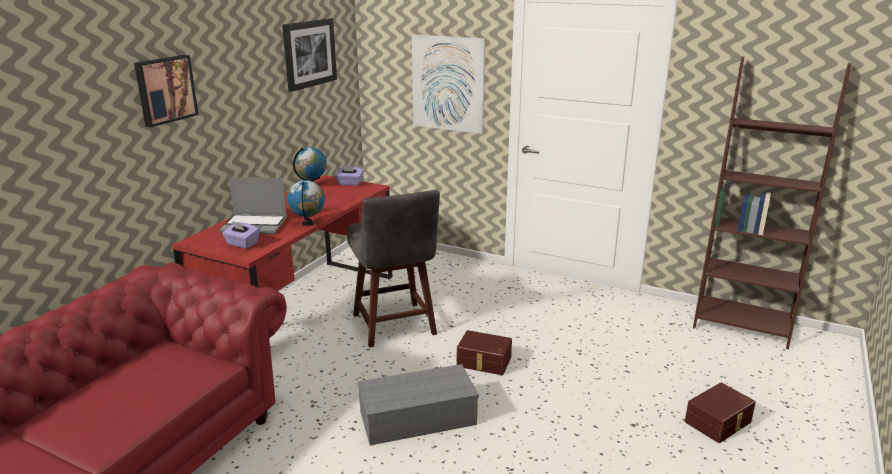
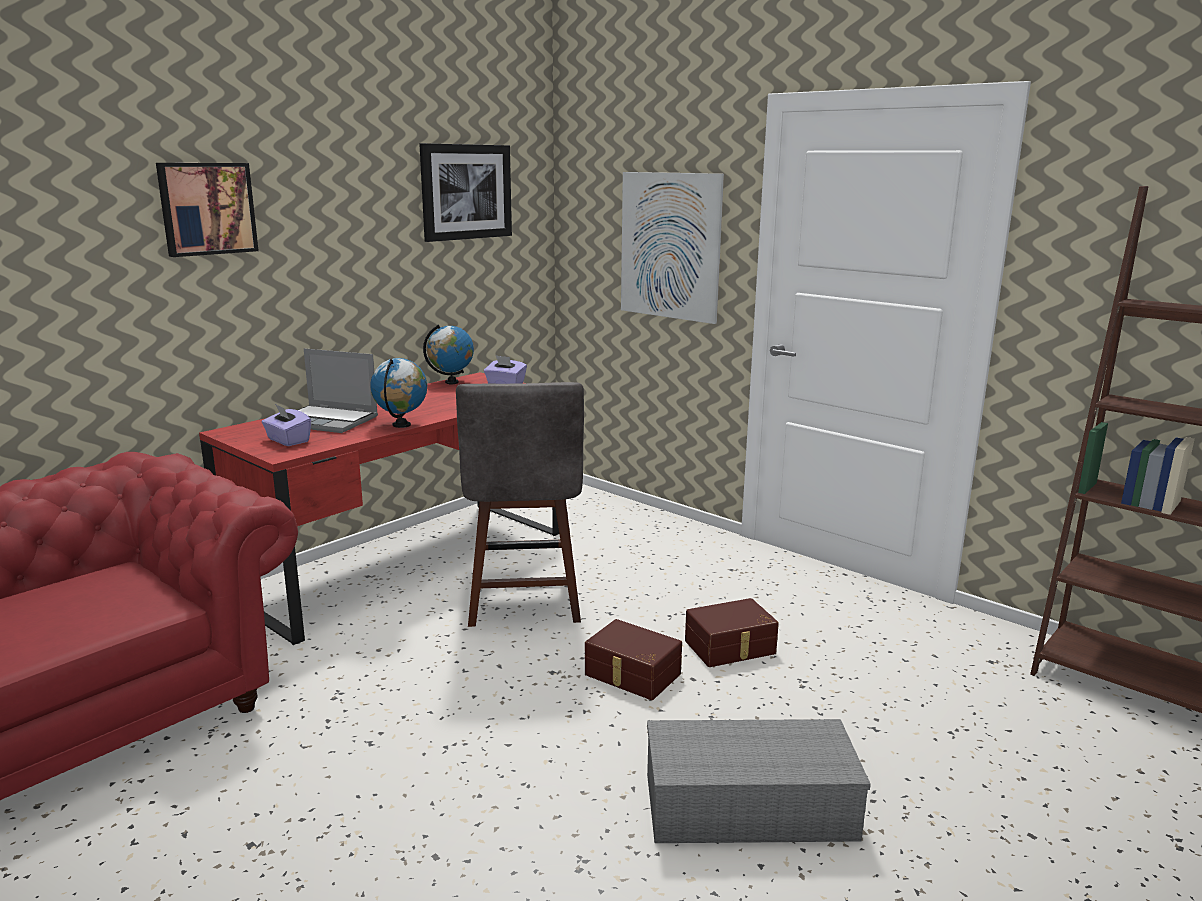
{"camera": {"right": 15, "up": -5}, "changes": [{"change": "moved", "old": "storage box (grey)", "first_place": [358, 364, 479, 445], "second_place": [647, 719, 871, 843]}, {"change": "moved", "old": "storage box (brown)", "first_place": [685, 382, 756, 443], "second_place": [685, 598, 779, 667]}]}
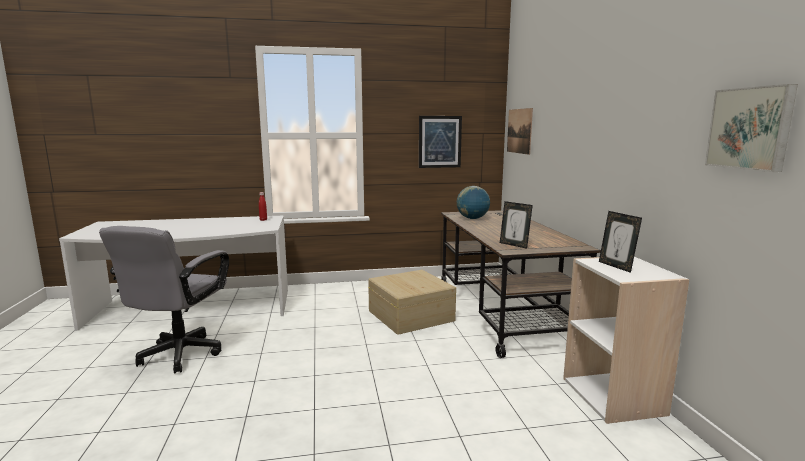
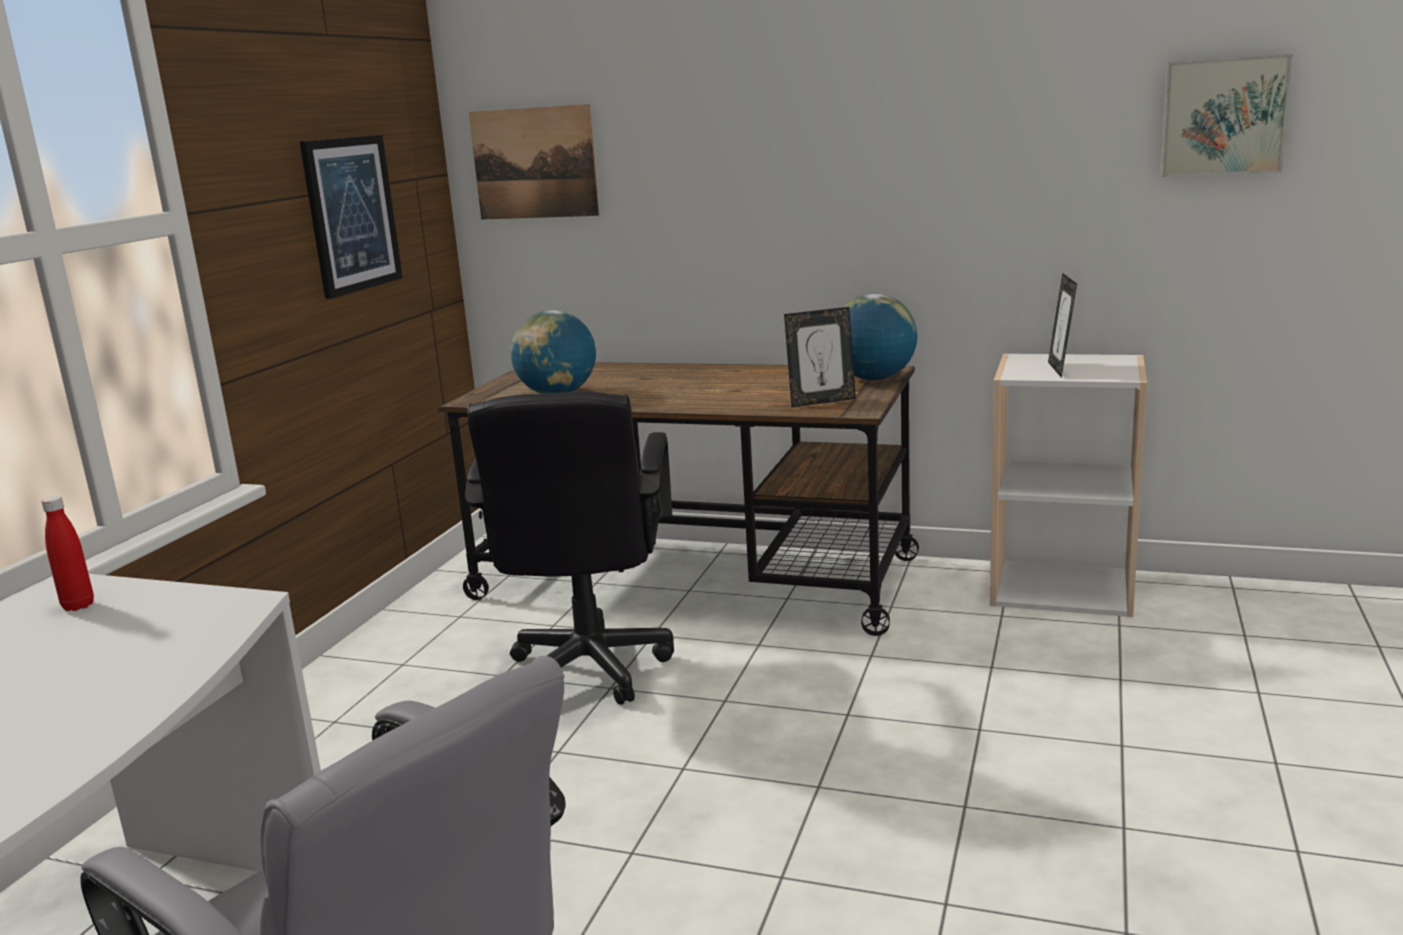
{"camera": {"right": -60, "up": 5}, "changes": [{"change": "turned", "old": "picture frame", "first_place": [599, 211, 642, 273], "second_place": [1048, 273, 1077, 378], "degrees": 90}, {"change": "replaced", "old": "storage box (beige)", "new": "office chair (black)", "first_place": [368, 270, 456, 335], "second_place": [465, 392, 674, 705]}, {"change": "added", "new": "globe", "second_place": [842, 293, 918, 380]}]}
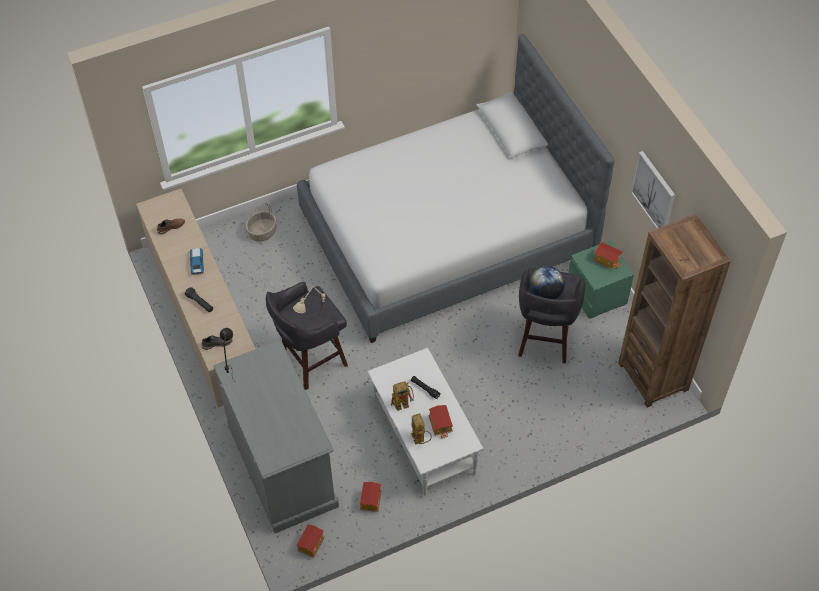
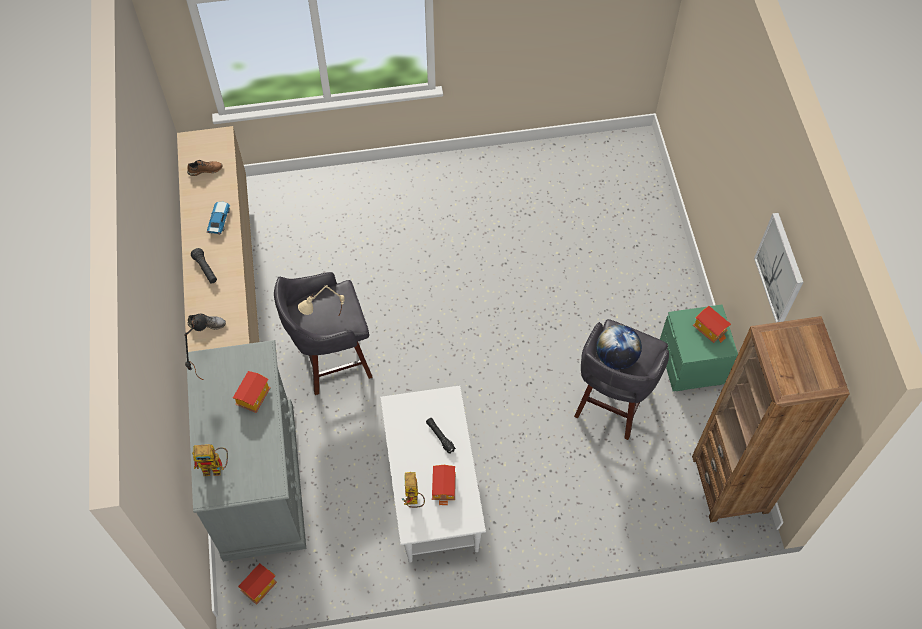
{"camera": {"right": 15, "up": 5}, "changes": [{"change": "removed", "old": "bed", "first_place": [297, 34, 615, 343]}, {"change": "removed", "old": "basket", "first_place": [246, 203, 276, 242]}, {"change": "moved", "old": "toy robot", "first_place": [391, 381, 414, 411], "second_place": [192, 444, 228, 476]}, {"change": "moved", "old": "toy house", "first_place": [360, 482, 382, 512], "second_place": [233, 371, 271, 413]}]}
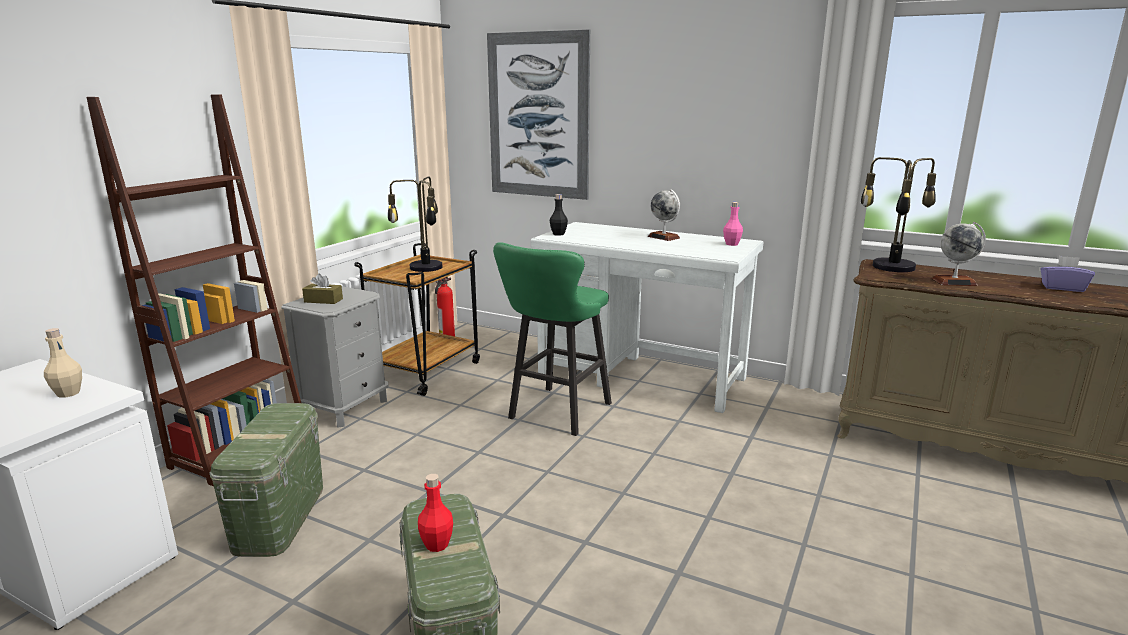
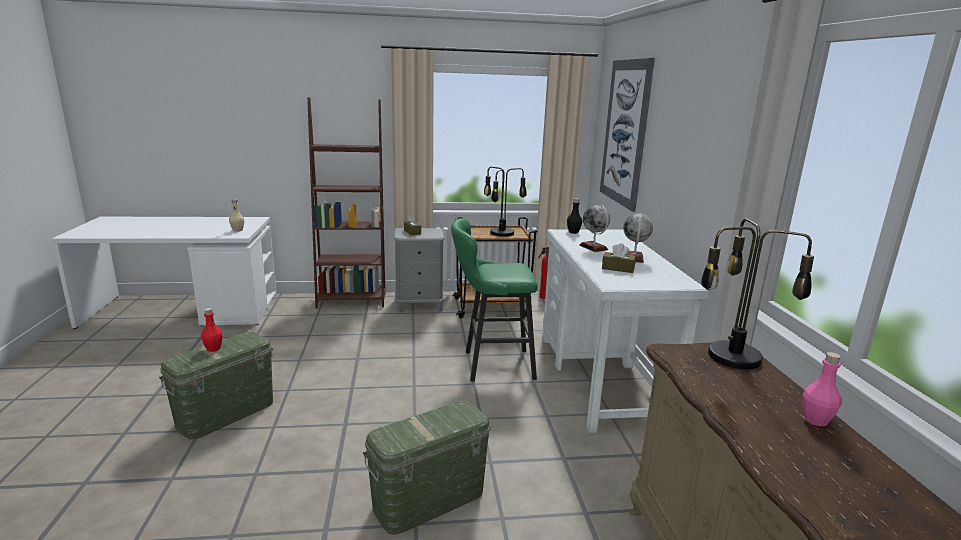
{"camera": {"right": 55, "up": 0}, "changes": [{"change": "moved", "old": "bottle (pink)", "first_place": [723, 202, 743, 246], "second_place": [802, 352, 842, 426]}, {"change": "moved", "old": "globe", "first_place": [932, 222, 986, 286], "second_place": [579, 205, 610, 252]}, {"change": "removed", "old": "tissue box (purple)", "first_place": [1041, 256, 1095, 292]}, {"change": "moved", "old": "storage box (green)", "first_place": [210, 403, 323, 557], "second_place": [363, 401, 491, 535]}, {"change": "added", "new": "tissue box (brown)", "second_place": [602, 243, 636, 273]}]}
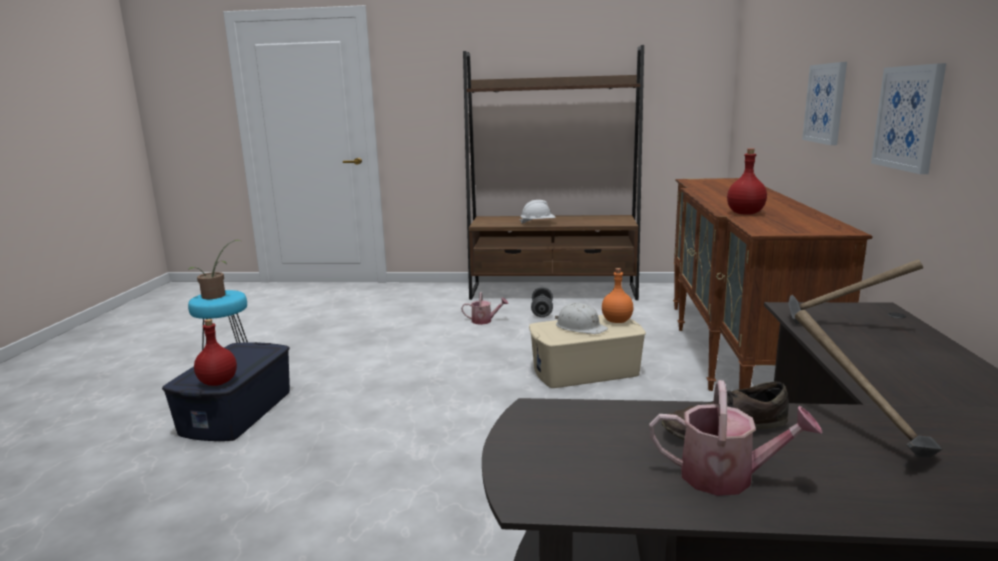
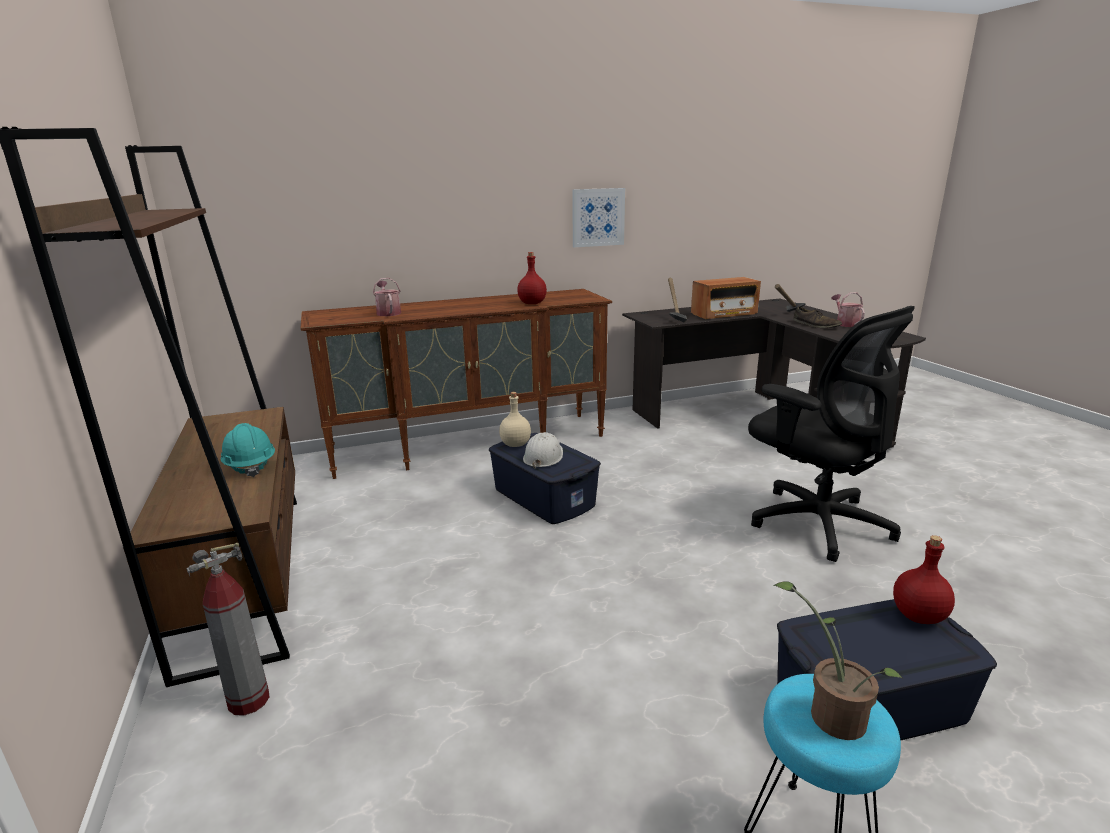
{"camera": {"right": -115, "up": 5}, "changes": [{"change": "removed", "old": "picture", "first_place": [802, 62, 847, 145]}, {"change": "recoloured", "old": "hard hat (white)", "new": "hard hat (turquoise)", "first_place": [520, 200, 556, 224], "second_place": [220, 423, 275, 477]}, {"change": "recoloured", "old": "bottle (orange)", "new": "bottle (beige)", "first_place": [602, 268, 633, 323], "second_place": [499, 392, 531, 447]}, {"change": "removed", "old": "dumbbell (grey)", "first_place": [531, 287, 553, 317]}, {"change": "moved", "old": "watering can", "first_place": [461, 292, 509, 325], "second_place": [373, 278, 401, 316]}, {"change": "recoloured", "old": "storage box (beige)", "new": "storage box (blue)", "first_place": [529, 315, 646, 388], "second_place": [489, 433, 601, 524]}, {"change": "added", "new": "radio", "second_place": [691, 277, 761, 319]}, {"change": "added", "new": "office chair (black)", "second_place": [748, 306, 915, 562]}, {"change": "added", "new": "fire extinguisher", "second_place": [187, 543, 269, 716]}]}
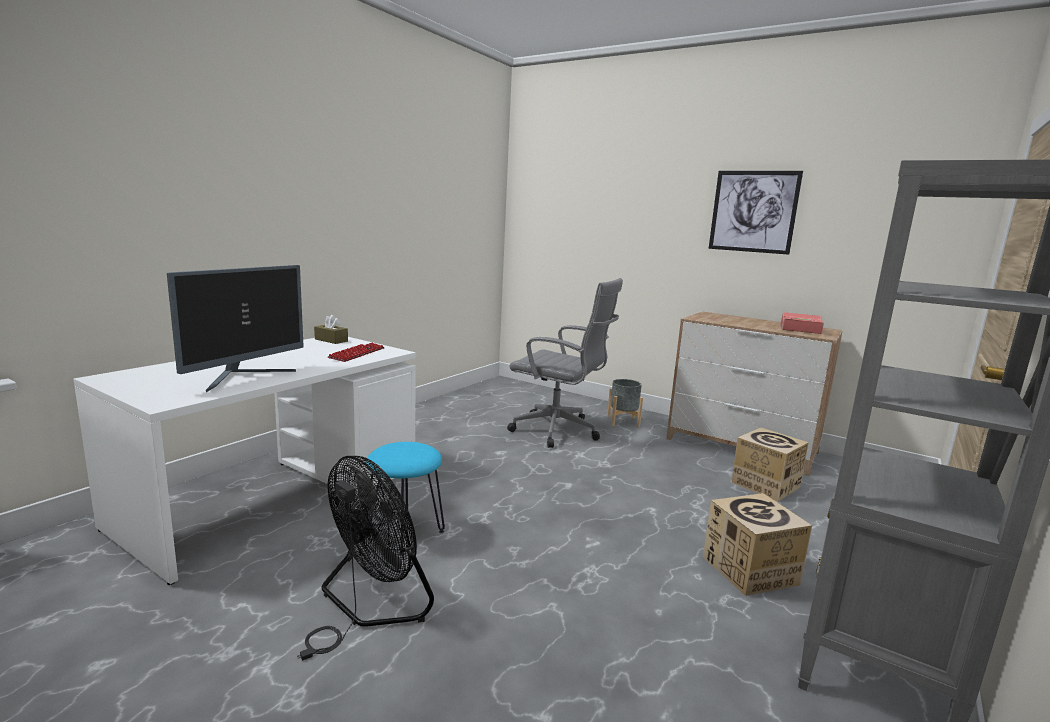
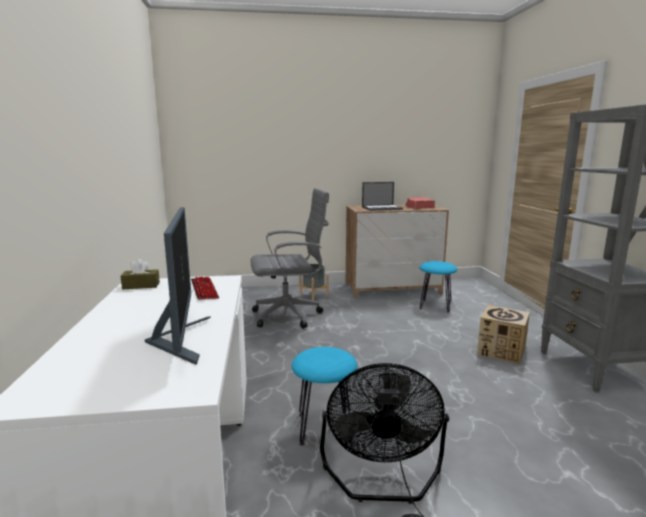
{"camera": {"right": -40, "up": 0}, "changes": [{"change": "removed", "old": "picture", "first_place": [709, 171, 803, 255]}, {"change": "replaced", "old": "cardboard box", "new": "stool (turquoise)", "first_place": [732, 428, 809, 502], "second_place": [420, 261, 457, 313]}, {"change": "added", "new": "laptop", "second_place": [362, 182, 403, 211]}]}
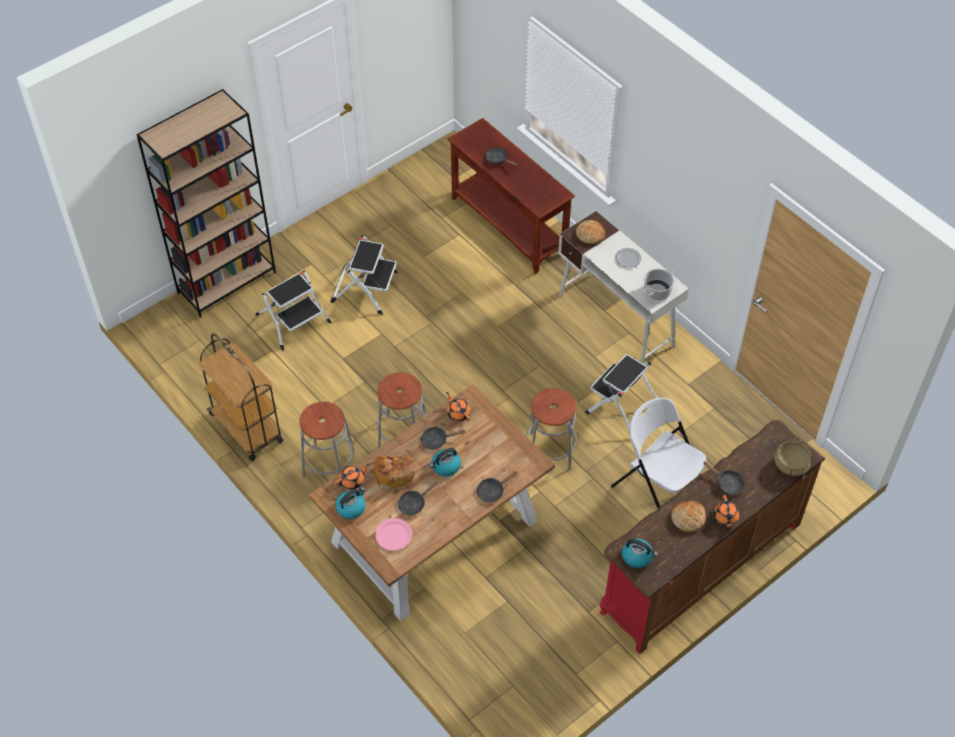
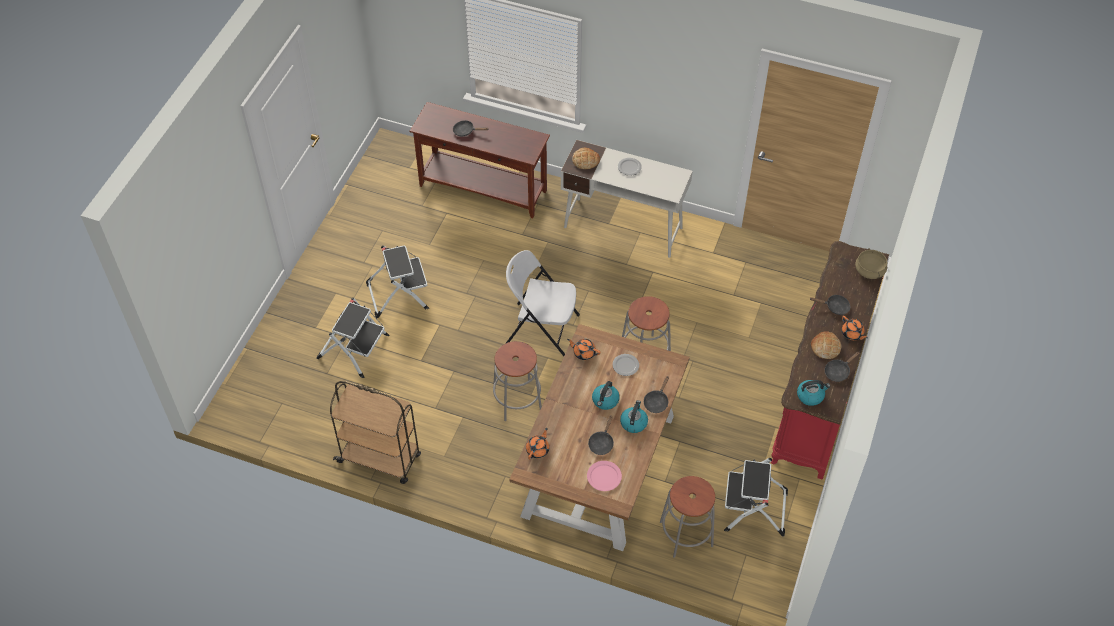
{"camera": {"right": -30, "up": 0}, "changes": [{"change": "removed", "old": "bookcase (beige)", "first_place": [136, 89, 276, 318]}, {"change": "removed", "old": "cooking pot", "first_place": [644, 268, 674, 300]}, {"change": "moved", "old": "step ladder", "first_place": [584, 354, 658, 434], "second_place": [724, 458, 788, 536]}, {"change": "moved", "old": "chair (white)", "first_place": [611, 398, 706, 508], "second_place": [505, 250, 580, 356]}, {"change": "moved", "old": "stool (grey)", "first_place": [299, 402, 355, 478], "second_place": [660, 476, 715, 558]}, {"change": "moved", "old": "frying pan (black)", "first_place": [421, 427, 466, 449], "second_place": [825, 352, 859, 382]}, {"change": "removed", "old": "bread", "first_place": [374, 455, 415, 489]}, {"change": "moved", "old": "kettle", "first_place": [335, 487, 365, 519], "second_place": [620, 400, 648, 433]}, {"change": "added", "new": "plate", "second_place": [613, 354, 639, 376]}]}
